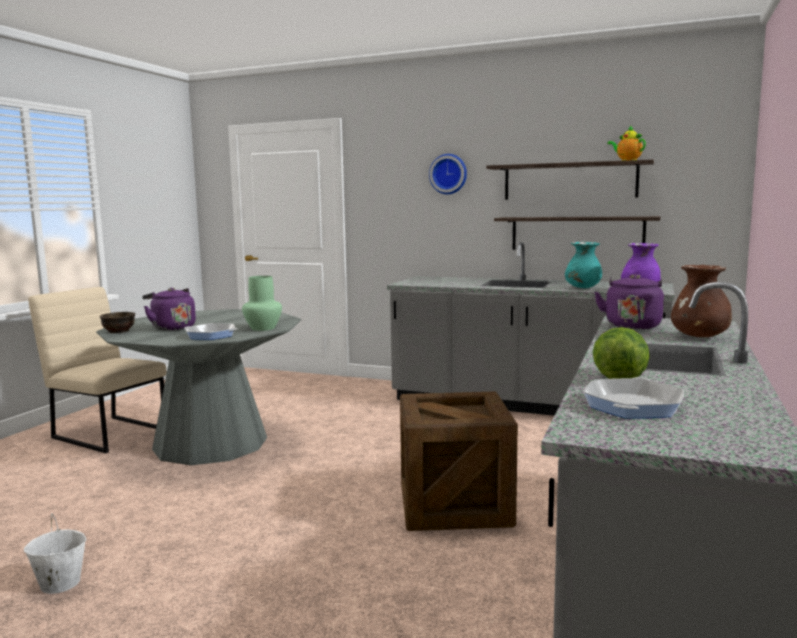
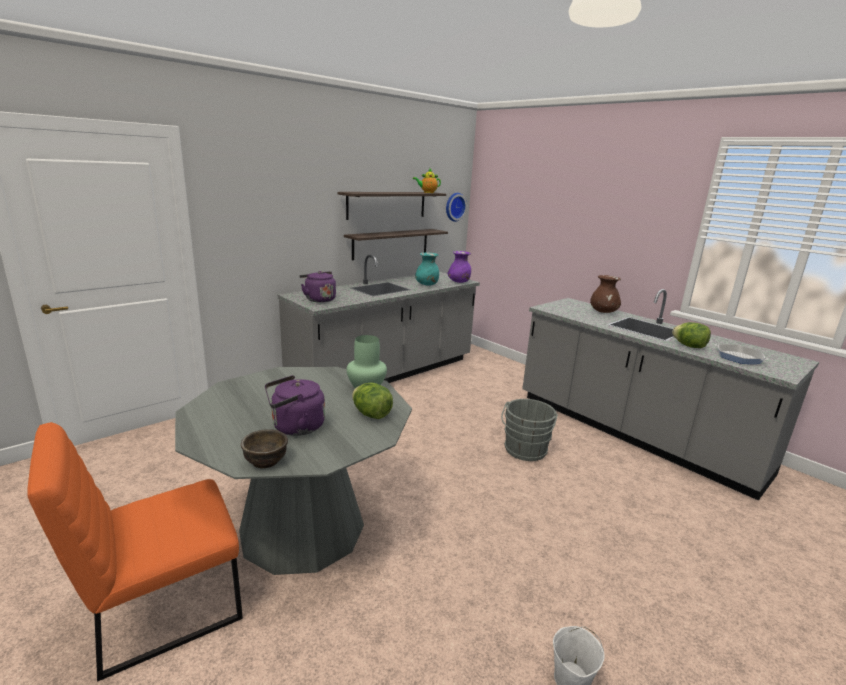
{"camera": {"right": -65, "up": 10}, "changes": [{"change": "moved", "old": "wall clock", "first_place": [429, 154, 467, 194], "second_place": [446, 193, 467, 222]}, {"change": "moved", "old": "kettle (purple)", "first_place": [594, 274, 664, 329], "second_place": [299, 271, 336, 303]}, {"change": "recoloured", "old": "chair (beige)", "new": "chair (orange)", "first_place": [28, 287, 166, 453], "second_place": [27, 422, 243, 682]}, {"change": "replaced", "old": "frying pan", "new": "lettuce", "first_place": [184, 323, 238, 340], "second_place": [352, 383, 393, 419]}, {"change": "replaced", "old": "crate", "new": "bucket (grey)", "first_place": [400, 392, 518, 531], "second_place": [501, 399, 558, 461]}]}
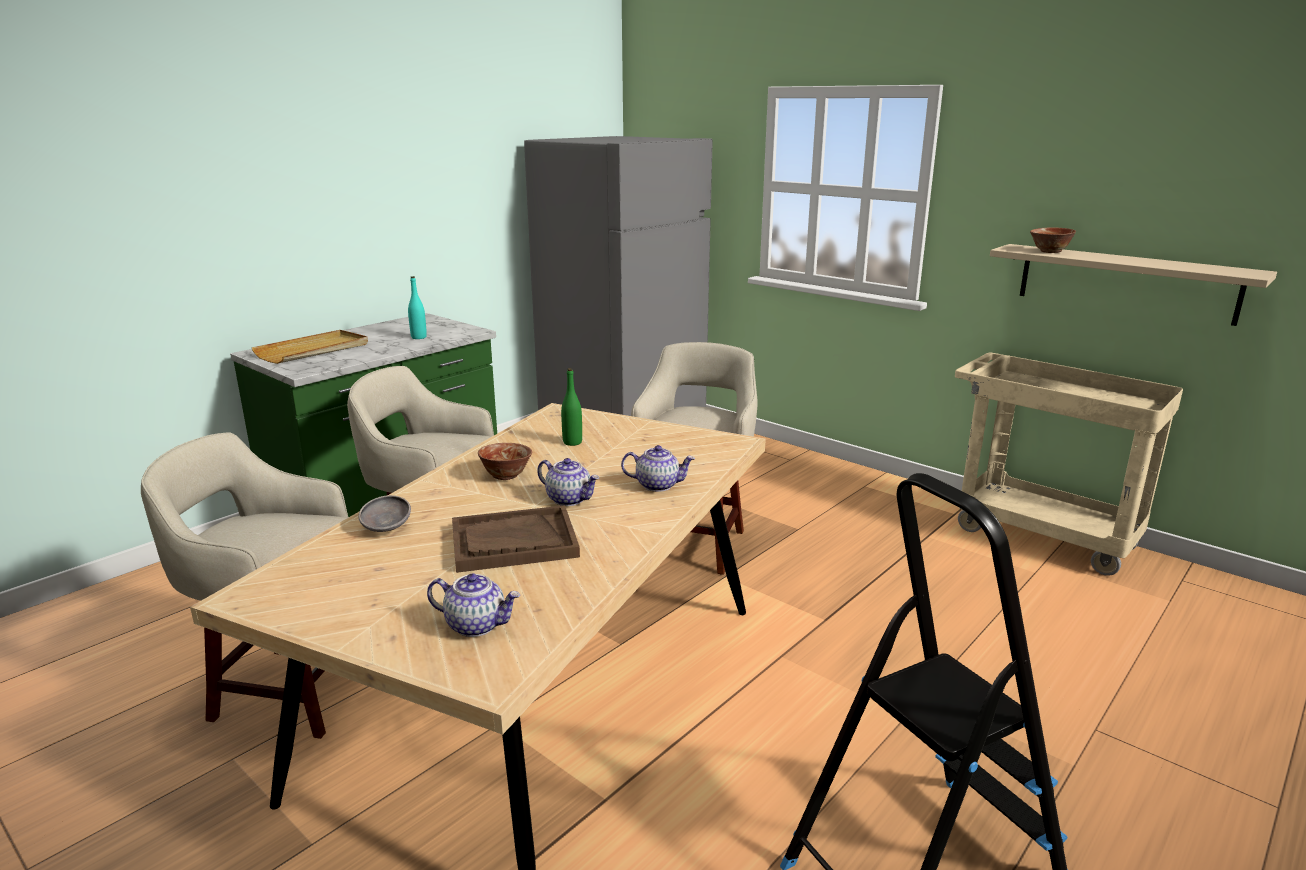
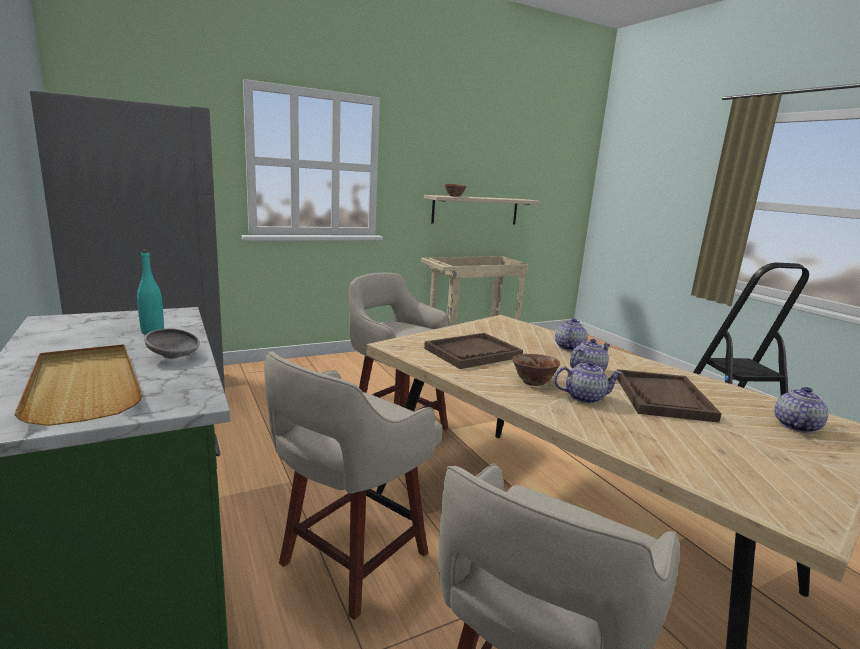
{"camera": {"right": -70, "up": -5}, "changes": [{"change": "replaced", "old": "bottle (green)", "new": "tray (brown)", "first_place": [561, 368, 582, 446], "second_place": [424, 333, 523, 369]}, {"change": "moved", "old": "bowl (grey)", "first_place": [358, 495, 411, 532], "second_place": [144, 328, 200, 359]}, {"change": "added", "new": "teapot", "second_place": [554, 361, 623, 404]}]}
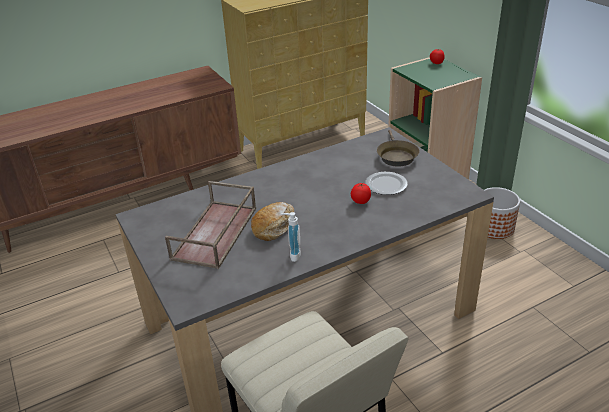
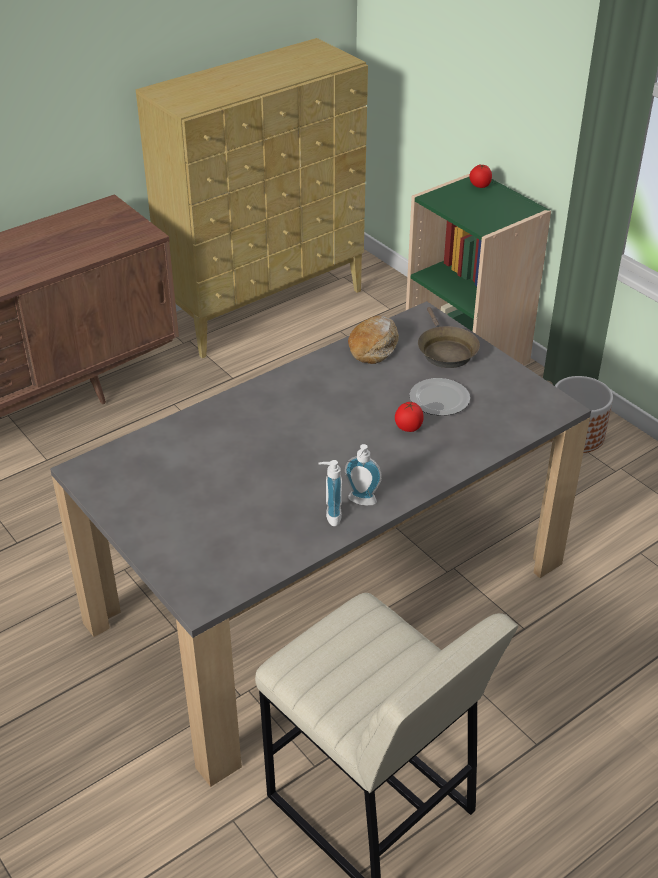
{"camera": {"right": -10, "up": 5}, "changes": [{"change": "removed", "old": "tray (brown)", "first_place": [165, 181, 256, 269]}, {"change": "moved", "old": "bread", "first_place": [251, 202, 294, 241], "second_place": [348, 316, 399, 364]}, {"change": "added", "new": "soap dispenser", "second_place": [345, 444, 382, 505]}]}
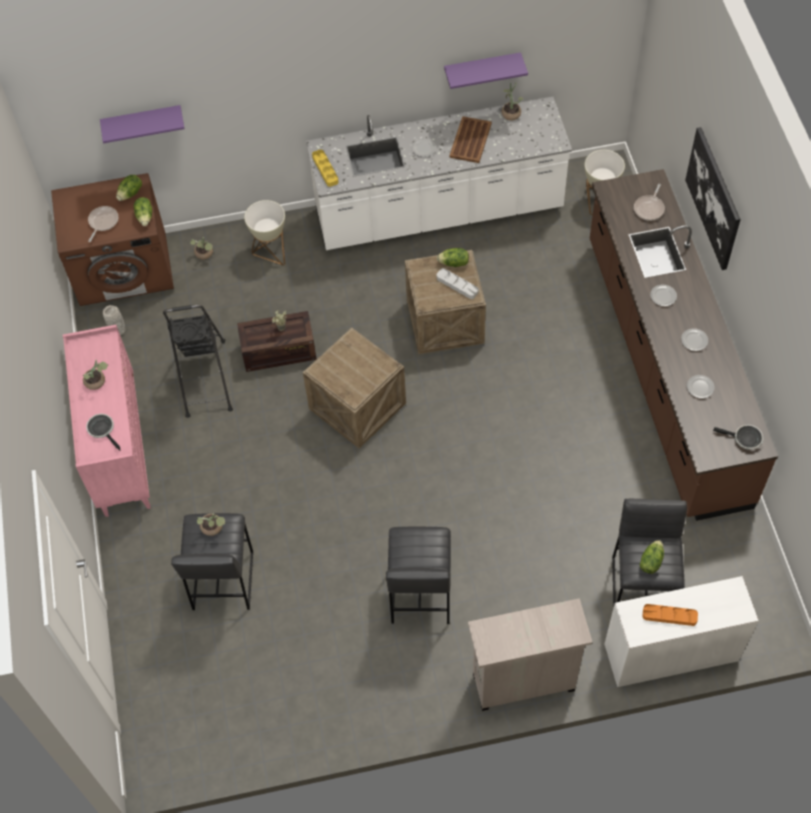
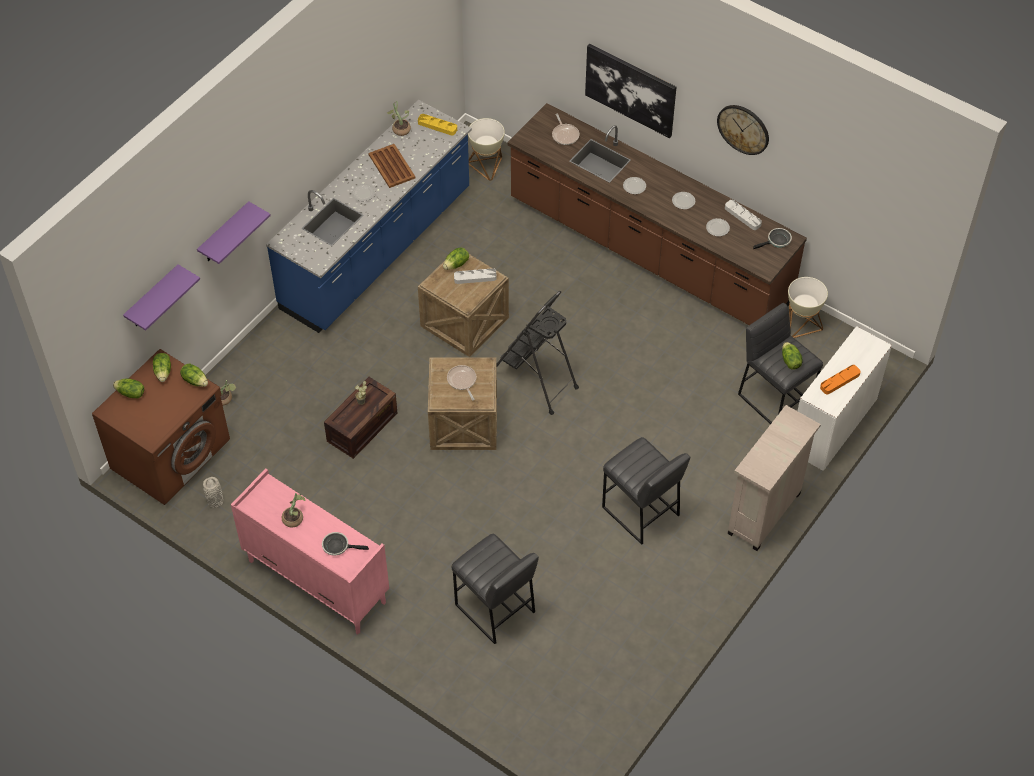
{"camera": {"right": -45, "up": -5}, "changes": [{"change": "moved", "old": "shelf (purple)", "first_place": [444, 52, 528, 89], "second_place": [197, 201, 271, 264]}, {"change": "recoloured", "old": "counter (white)", "new": "counter (blue)", "first_place": [306, 97, 572, 250], "second_place": [266, 100, 472, 333]}, {"change": "moved", "old": "tray (yellow)", "first_place": [312, 149, 338, 187], "second_place": [418, 114, 457, 135]}, {"change": "moved", "old": "planter", "first_place": [244, 200, 285, 265], "second_place": [788, 277, 828, 338]}, {"change": "moved", "old": "frying pan", "first_place": [88, 206, 118, 242], "second_place": [447, 365, 476, 400]}, {"change": "moved", "old": "step ladder", "first_place": [163, 305, 233, 418], "second_place": [496, 291, 579, 415]}, {"change": "removed", "old": "potted plant", "first_place": [197, 513, 226, 536]}, {"change": "added", "new": "wall clock", "second_place": [717, 105, 769, 155]}, {"change": "added", "new": "tray (grey)", "second_place": [725, 200, 762, 230]}, {"change": "added", "new": "lettuce", "second_place": [113, 378, 144, 399]}]}
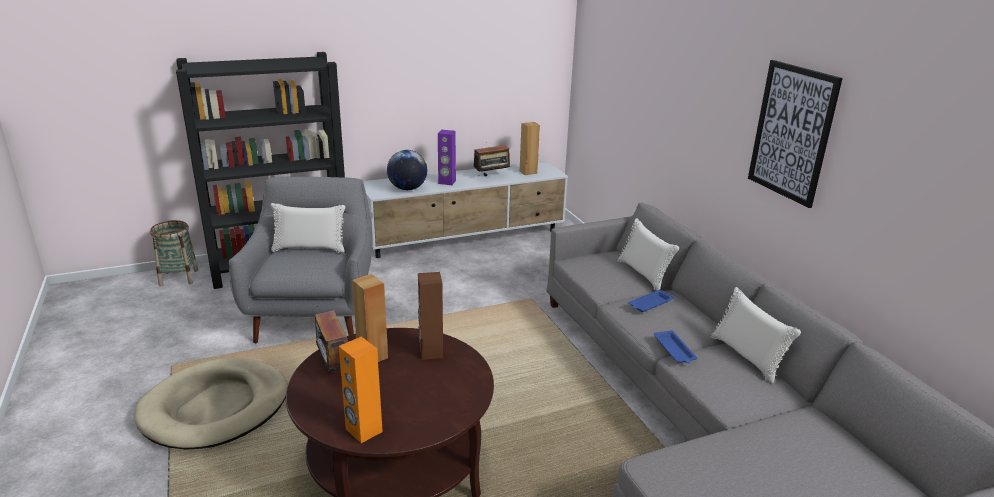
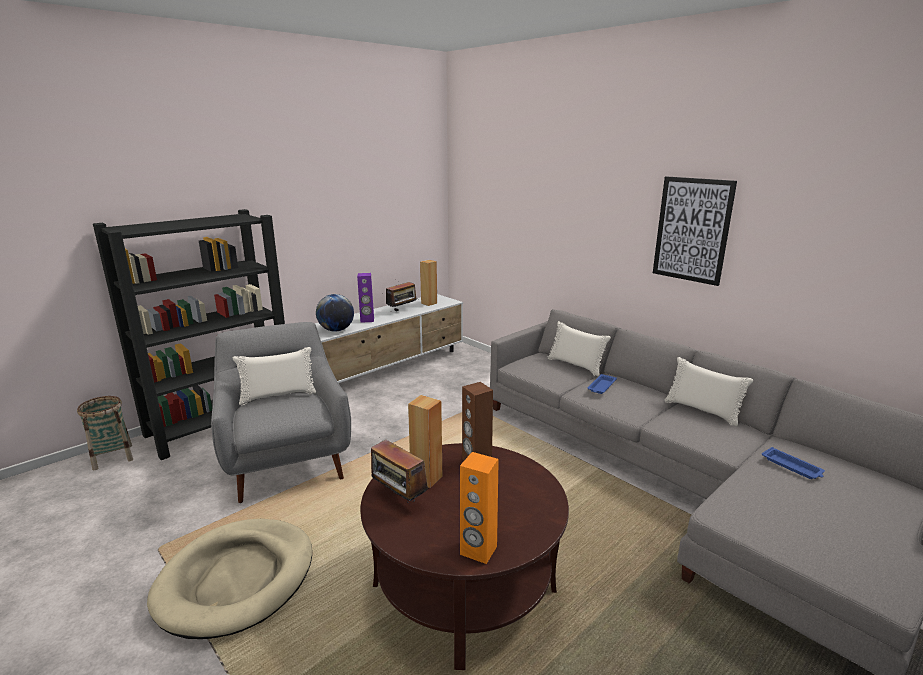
{"camera": {"right": -20, "up": -5}, "changes": [{"change": "moved", "old": "tray (blue)", "first_place": [654, 330, 697, 363], "second_place": [762, 447, 825, 479]}]}
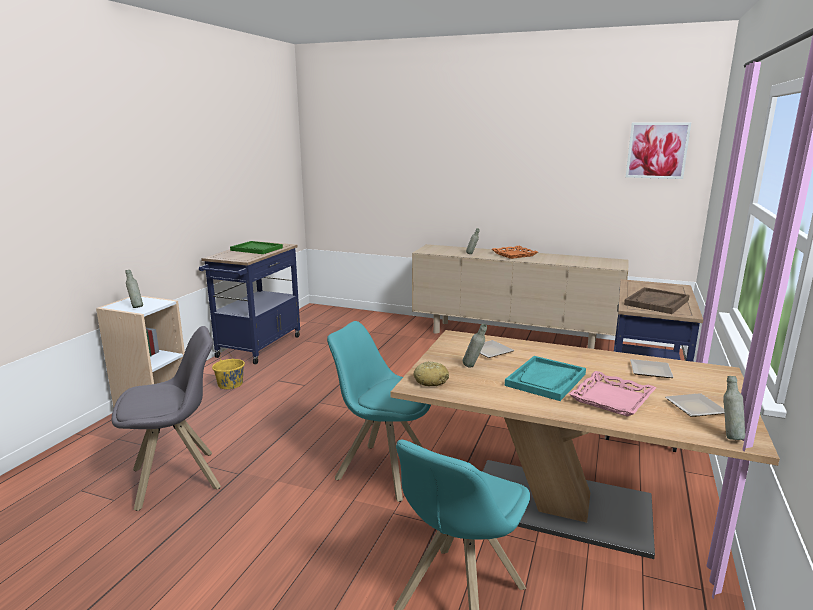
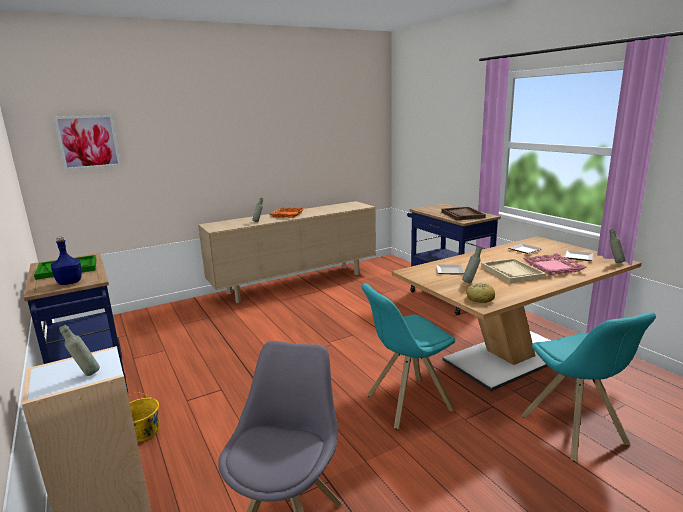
{"camera": {"right": -50, "up": 0}, "changes": [{"change": "moved", "old": "picture", "first_place": [626, 123, 691, 179], "second_place": [54, 115, 121, 170]}, {"change": "recoloured", "old": "tray (turquoise)", "new": "tray (beige)", "first_place": [505, 356, 586, 401], "second_place": [481, 258, 546, 283]}, {"change": "added", "new": "bottle (blue)", "second_place": [51, 237, 82, 285]}]}
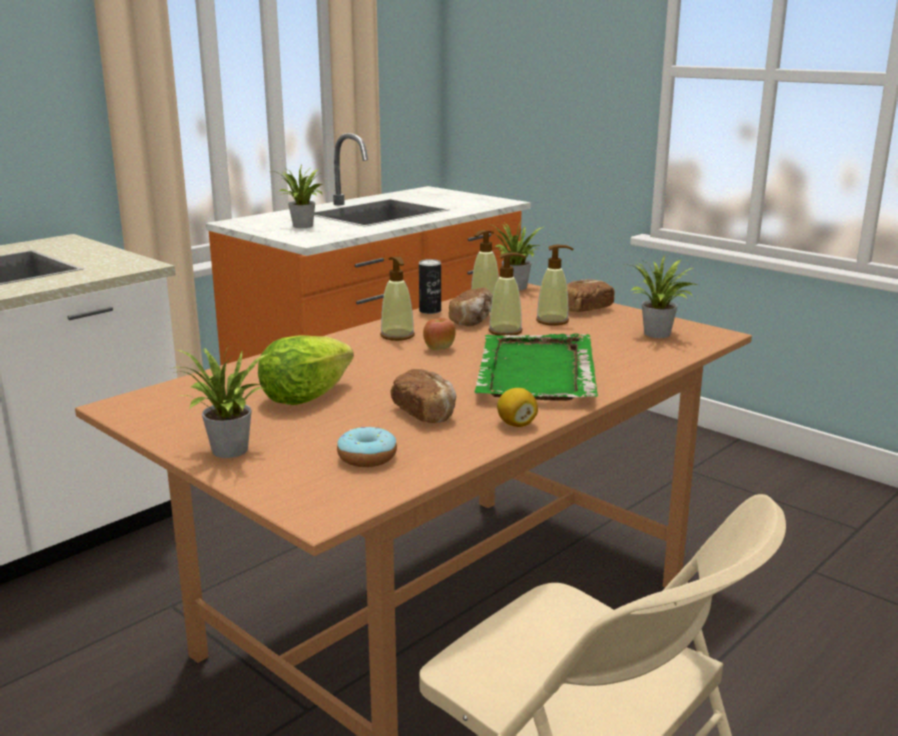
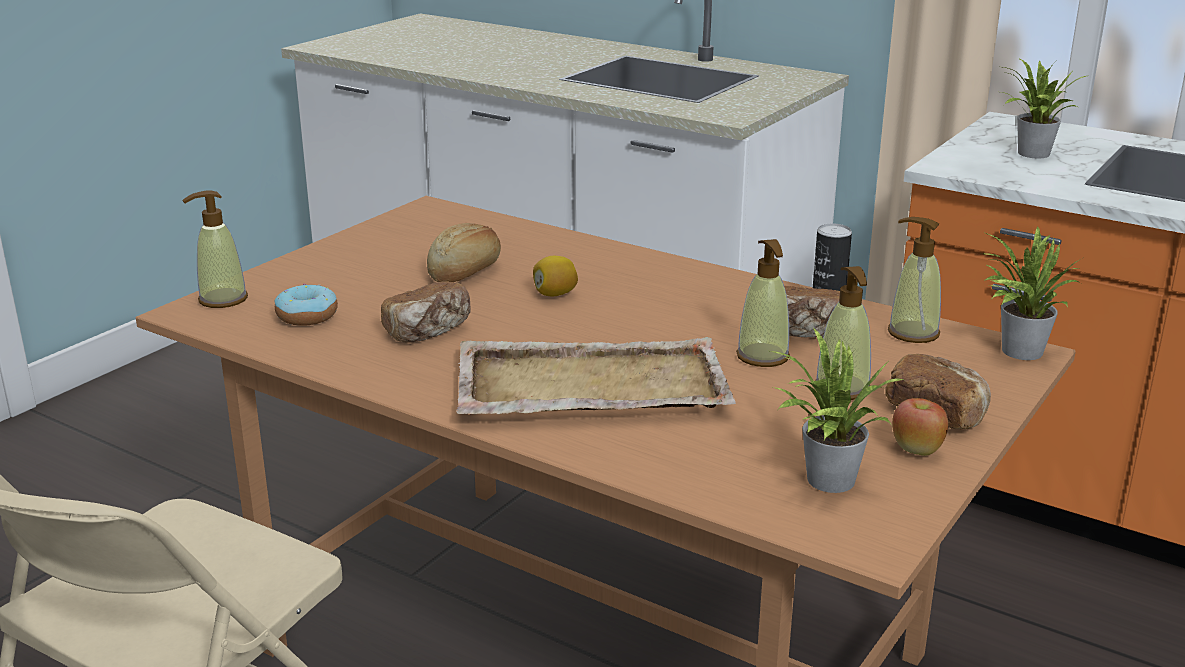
{"camera": {"right": 80, "up": 5}, "changes": [{"change": "moved", "old": "soap dispenser", "first_place": [380, 257, 415, 341], "second_place": [182, 191, 248, 308]}, {"change": "moved", "old": "apple", "first_place": [423, 318, 456, 350], "second_place": [892, 398, 948, 456]}, {"change": "recoloured", "old": "tray (green)", "new": "tray (beige)", "first_place": [474, 333, 598, 401], "second_place": [456, 337, 736, 414]}, {"change": "replaced", "old": "lettuce", "new": "bread", "first_place": [258, 336, 354, 405], "second_place": [427, 223, 501, 282]}, {"change": "removed", "old": "potted plant", "first_place": [174, 346, 270, 458]}, {"change": "moved", "old": "lemon", "first_place": [497, 388, 538, 427], "second_place": [533, 256, 578, 296]}]}
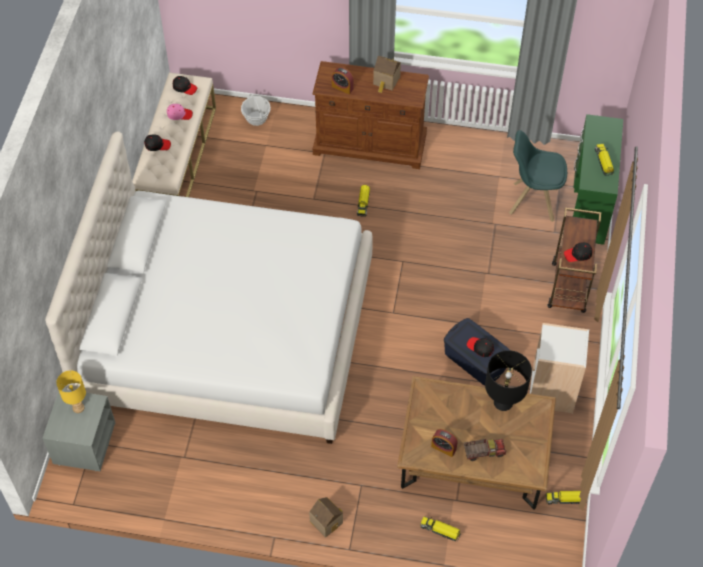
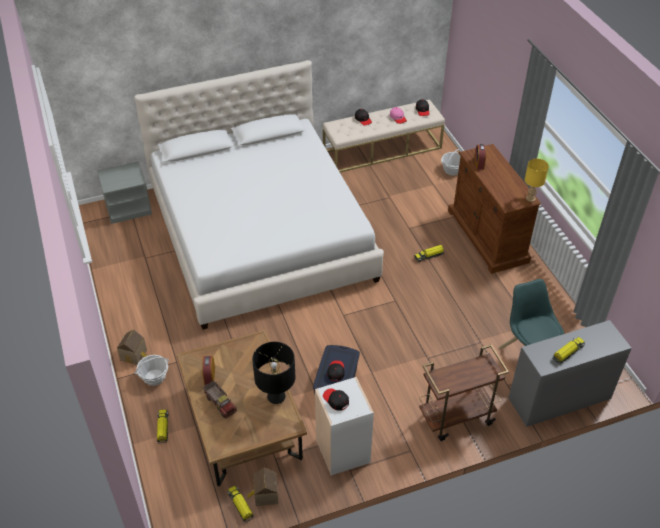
{"camera": {"right": 60, "up": -10}, "changes": [{"change": "moved", "old": "toy house", "first_place": [373, 56, 401, 93], "second_place": [247, 467, 278, 506]}, {"change": "recoloured", "old": "desk (green)", "new": "desk (grey)", "first_place": [573, 114, 623, 245], "second_place": [508, 320, 632, 427]}, {"change": "moved", "old": "cap (black)", "first_place": [564, 242, 593, 262], "second_place": [323, 389, 349, 411]}, {"change": "moved", "old": "table lamp (yellow)", "first_place": [56, 370, 86, 413], "second_place": [525, 159, 549, 202]}, {"change": "added", "new": "basket", "second_place": [135, 355, 169, 386]}]}
